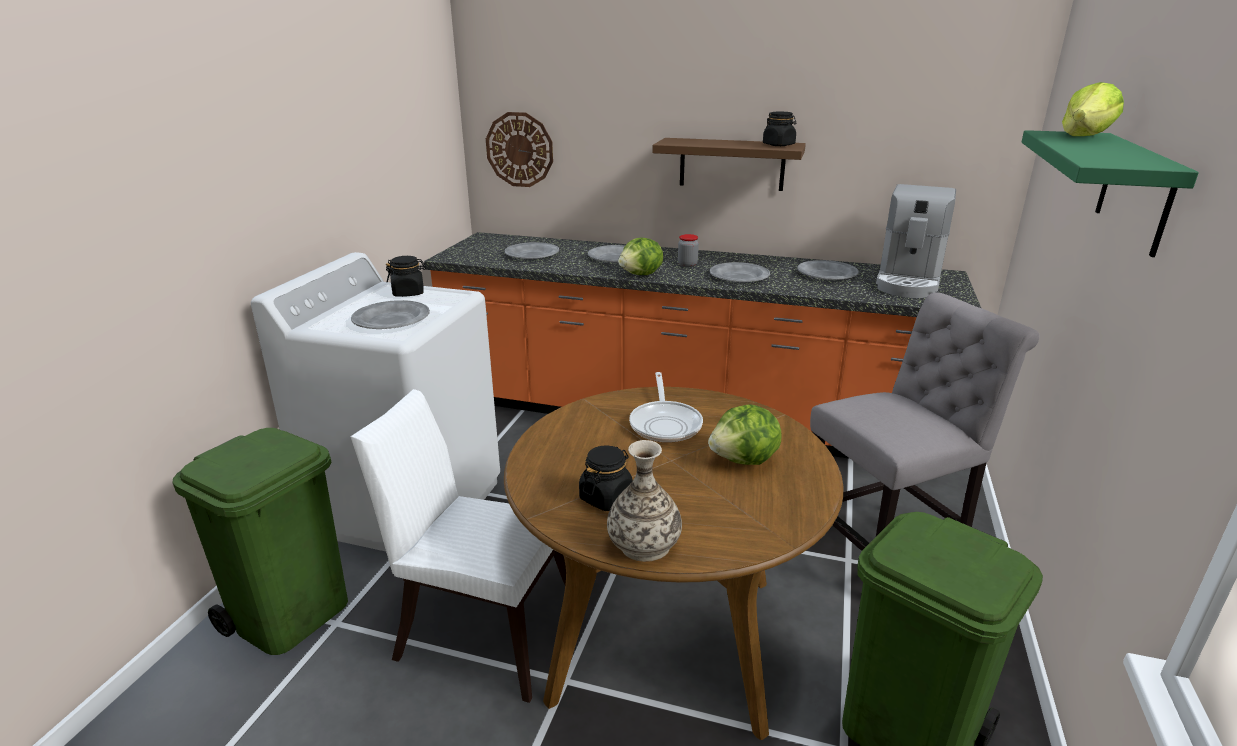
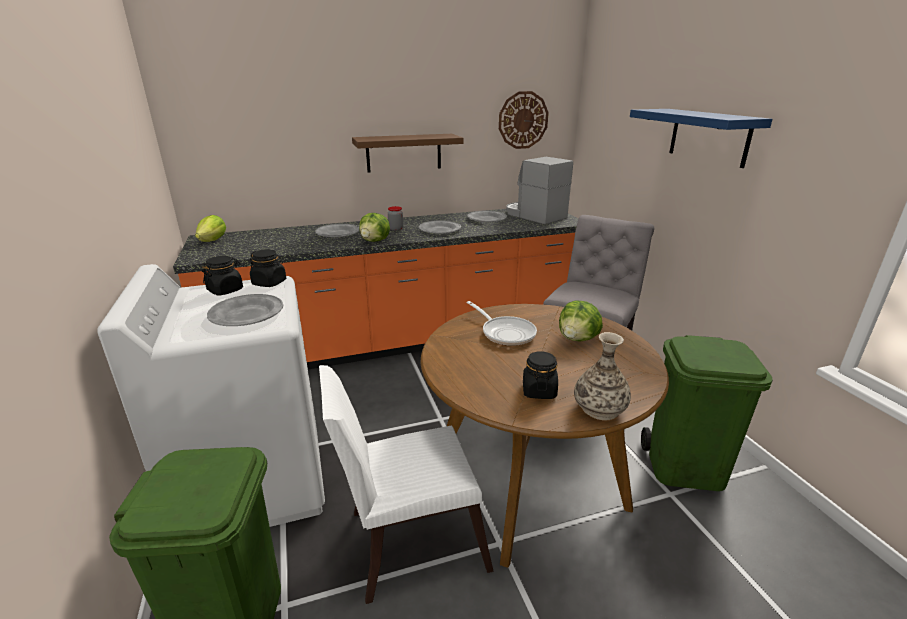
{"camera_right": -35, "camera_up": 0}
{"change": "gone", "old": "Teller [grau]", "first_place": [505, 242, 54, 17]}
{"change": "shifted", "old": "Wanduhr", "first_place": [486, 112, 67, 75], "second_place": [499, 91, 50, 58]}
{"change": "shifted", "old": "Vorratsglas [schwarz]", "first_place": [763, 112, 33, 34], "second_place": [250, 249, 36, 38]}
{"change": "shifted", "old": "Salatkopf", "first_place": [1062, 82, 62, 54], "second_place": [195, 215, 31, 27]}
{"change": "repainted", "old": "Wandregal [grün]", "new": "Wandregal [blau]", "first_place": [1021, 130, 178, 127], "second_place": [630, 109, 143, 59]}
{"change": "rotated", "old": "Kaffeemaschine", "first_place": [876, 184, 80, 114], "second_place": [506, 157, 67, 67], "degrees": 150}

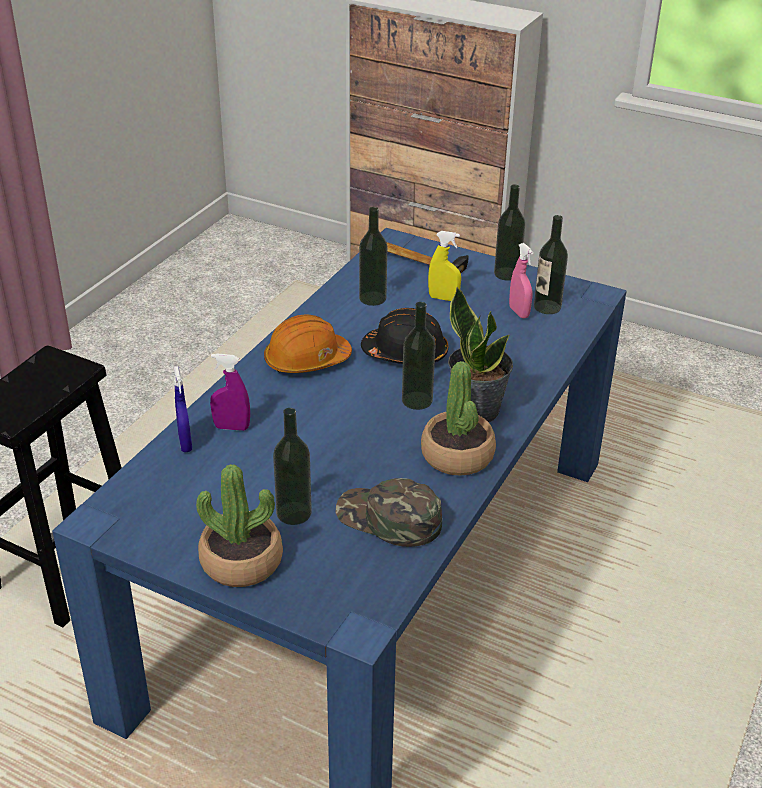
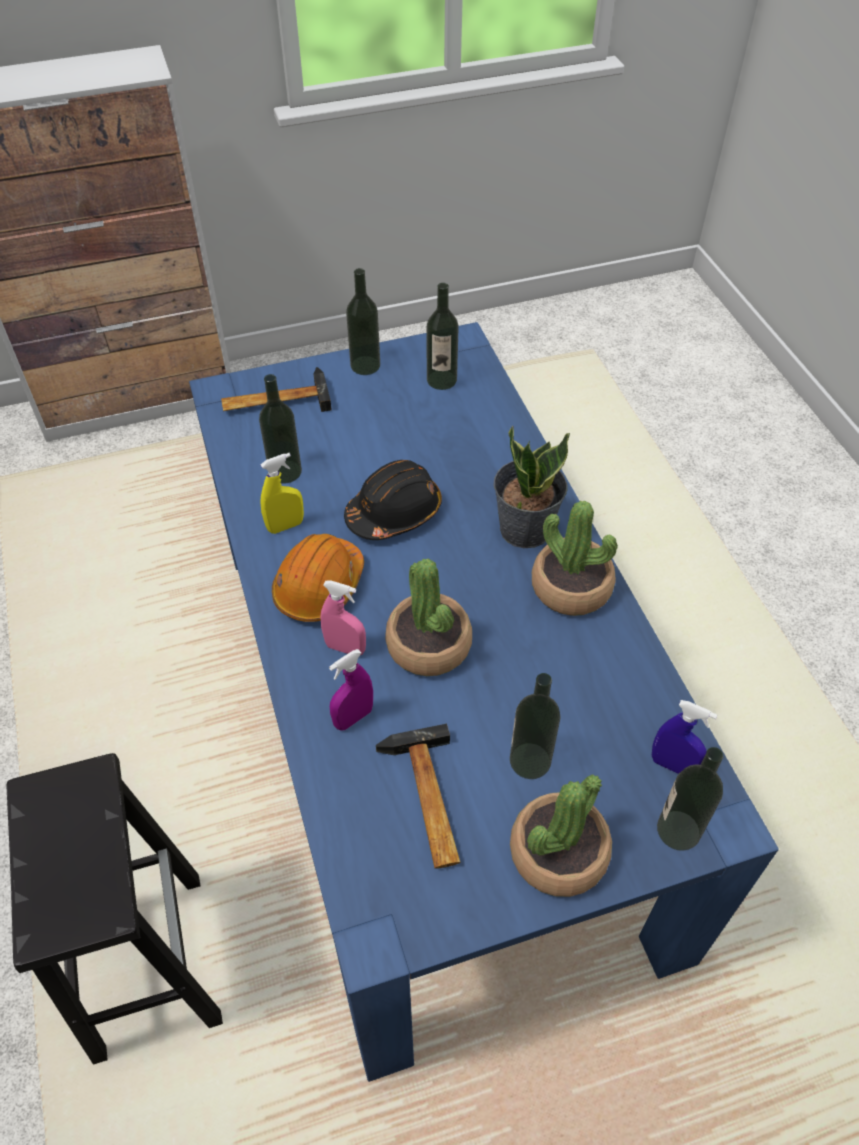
{"camera_right": -45, "camera_up": 15}
{"change": "gone", "old": "Kappe [grün]", "first_place": [335, 478, 107, 69]}
{"change": "new", "new": "Hammer", "second_place": [376, 724, 85, 145]}
{"change": "new", "new": "Topfpflanze", "second_place": [385, 559, 87, 117]}
{"change": "shifted", "old": "Sprühflasche [blau]", "first_place": [174, 366, 18, 86], "second_place": [652, 700, 65, 74]}
{"change": "shifted", "old": "Flasche", "first_place": [402, 302, 34, 108], "second_place": [657, 747, 66, 104]}
{"change": "shifted", "old": "Sprühflasche [gelb]", "first_place": [428, 231, 33, 70], "second_place": [260, 453, 44, 81]}
{"change": "shifted", "old": "Sprühflasche [rosa]", "first_place": [509, 243, 25, 76], "second_place": [321, 580, 45, 75]}

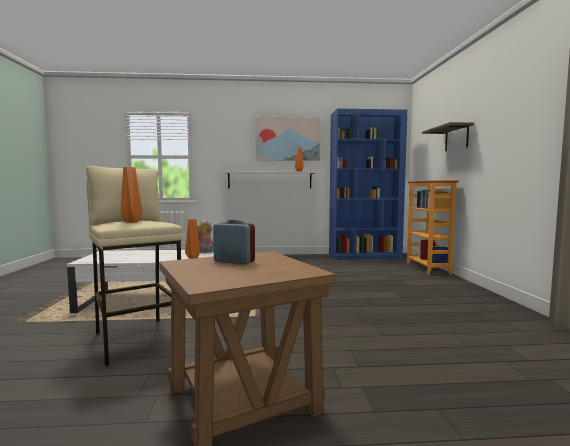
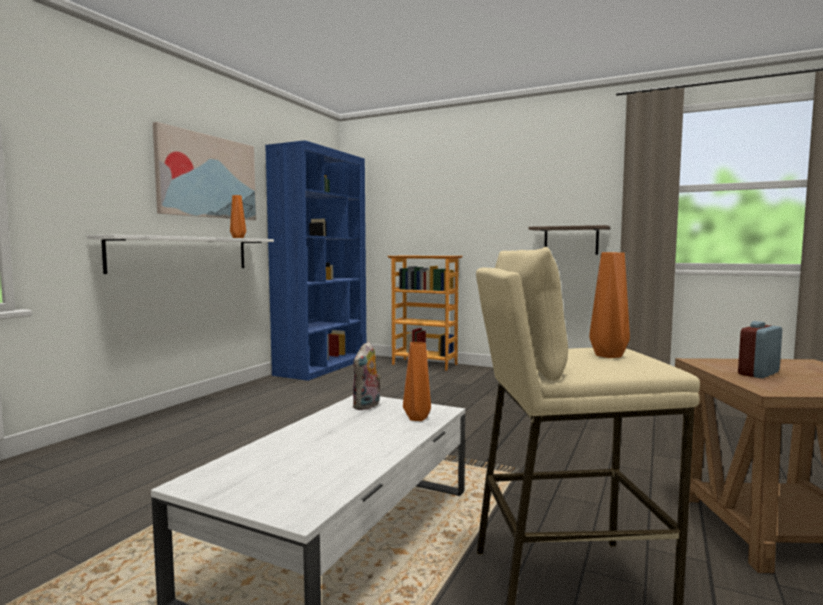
{"camera_right": -60, "camera_up": 0}
{"change": "shifted", "old": "Wandregal", "first_place": [422, 122, 52, 29], "second_place": [528, 225, 82, 30]}

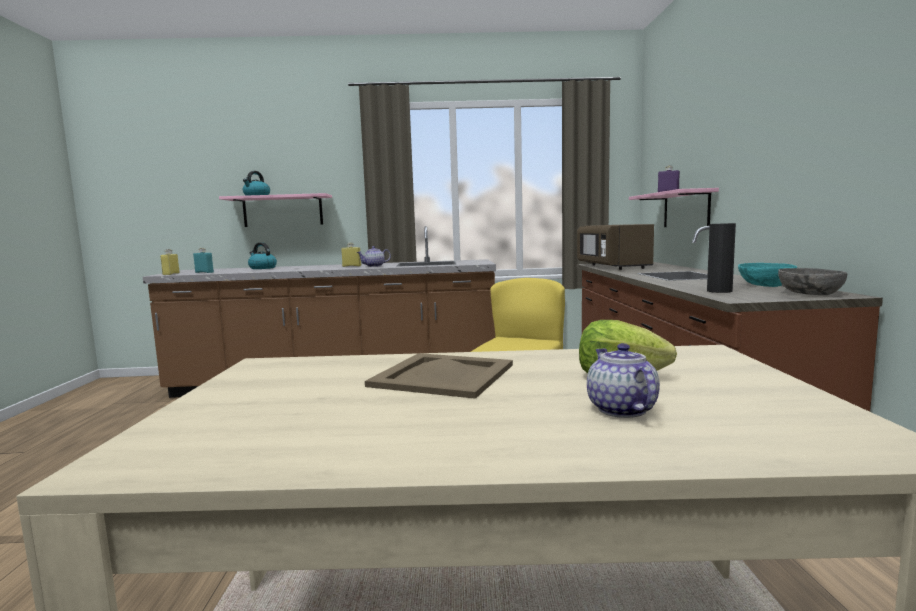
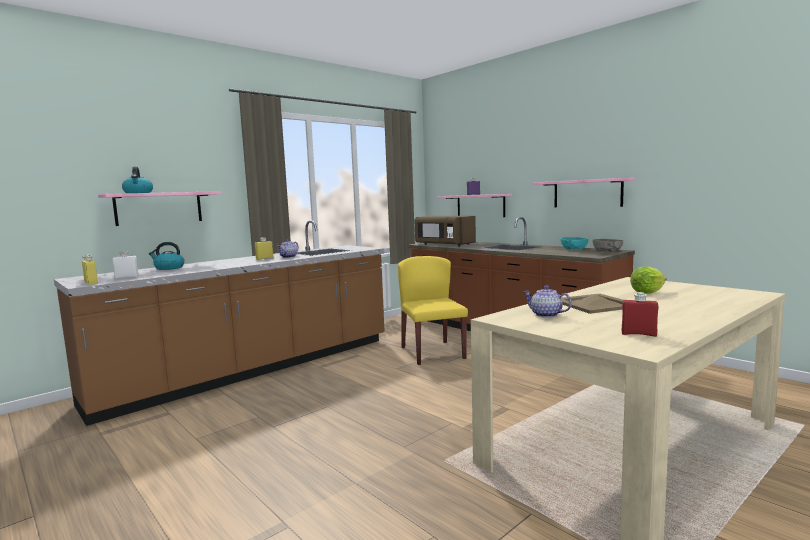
{"camera_right": -40, "camera_up": 0}
{"change": "gone", "old": "Vase [schwarz]", "first_place": [707, 223, 29, 70]}
{"change": "new", "new": "Wandregal [rosa]", "second_place": [532, 178, 103, 29]}
{"change": "new", "new": "Flasche [rot]", "second_place": [622, 292, 36, 45]}
{"change": "shifted", "old": "Teekanne", "first_place": [587, 343, 73, 75], "second_place": [523, 286, 49, 32]}
{"change": "repainted", "old": "Flasche [türkis]", "new": "Flasche [weiß]", "first_place": [193, 248, 21, 25], "second_place": [112, 251, 27, 28]}

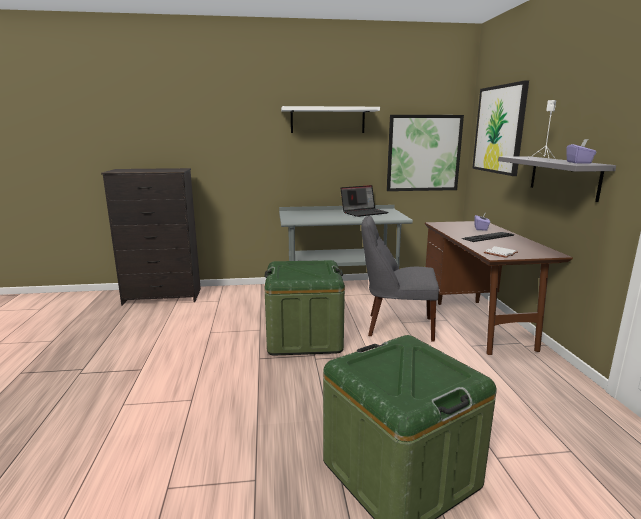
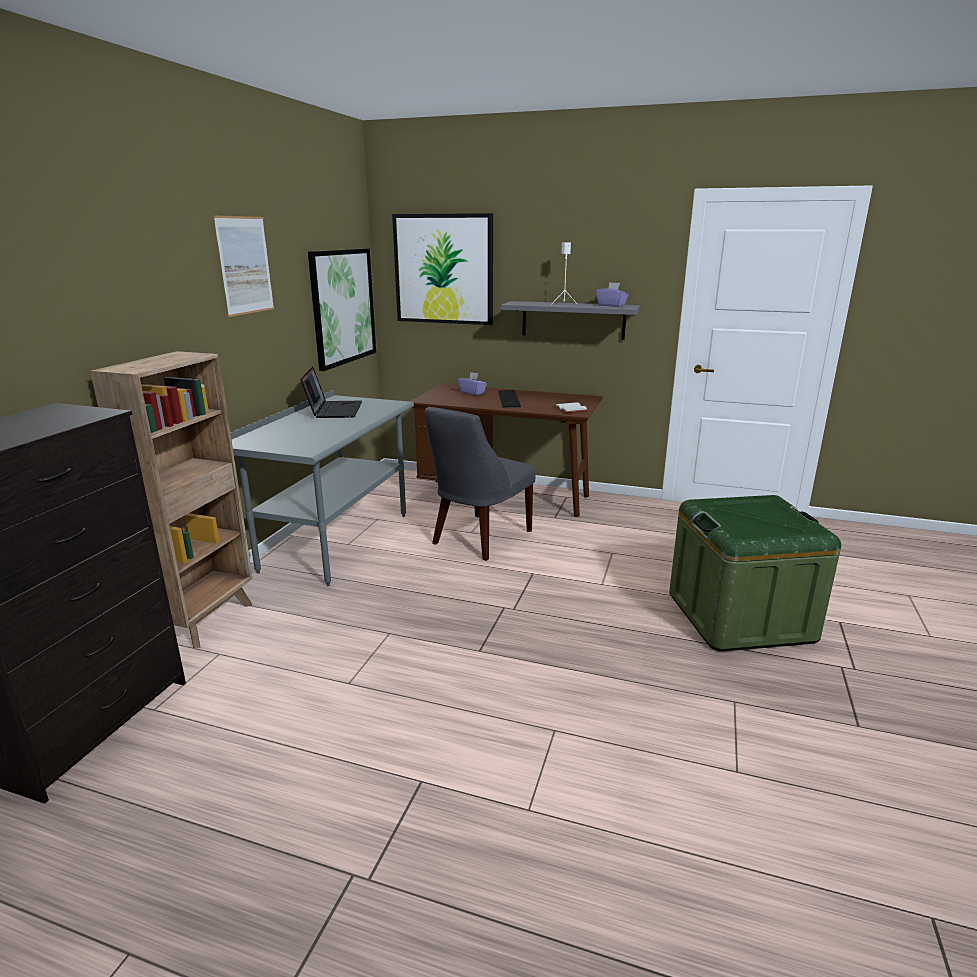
{"camera_right": -65, "camera_up": 5}
{"change": "gone", "old": "Aufbewahrungsbox [grün]", "first_place": [264, 260, 81, 95]}
{"change": "new", "new": "Bücherregal [braun]", "second_place": [90, 351, 163, 298]}
{"change": "swapped", "old": "Wandregal [weiß]", "new": "Bild", "first_place": [281, 106, 99, 27], "second_place": [213, 216, 61, 101]}

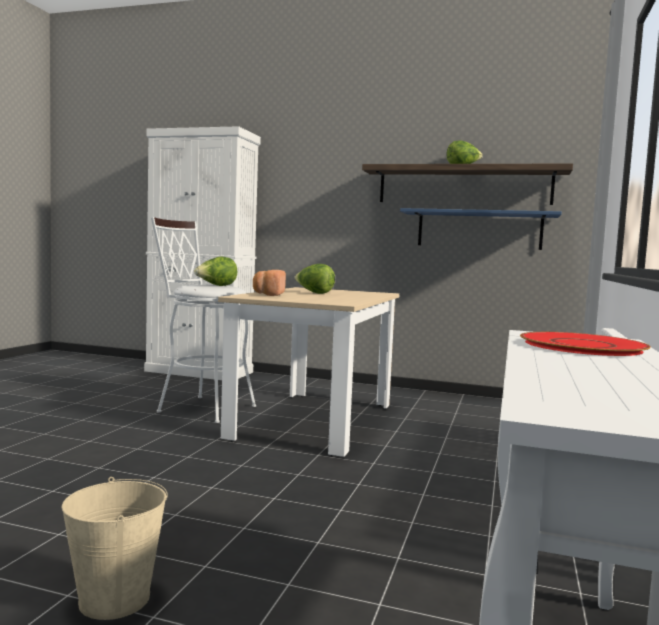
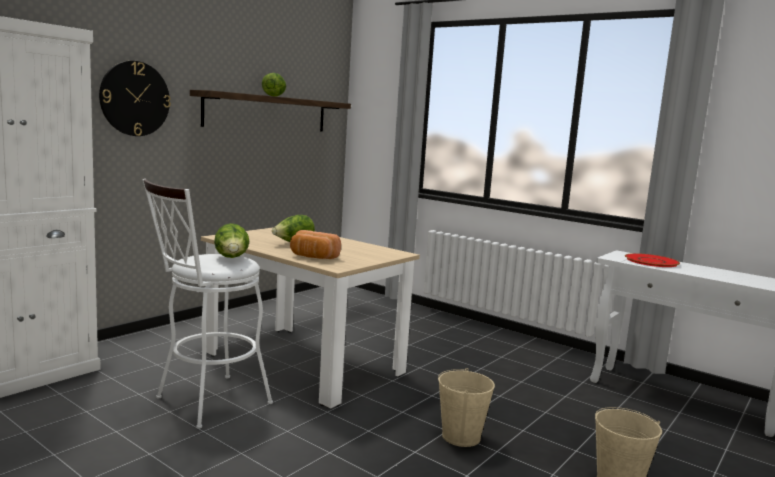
{"camera_right": -70, "camera_up": 5}
{"change": "gone", "old": "Wandregal [blau]", "first_place": [400, 208, 162, 42]}
{"change": "new", "new": "Wanduhr", "second_place": [99, 61, 72, 75]}
{"change": "new", "new": "Eimer [beige]", "second_place": [438, 368, 57, 79]}

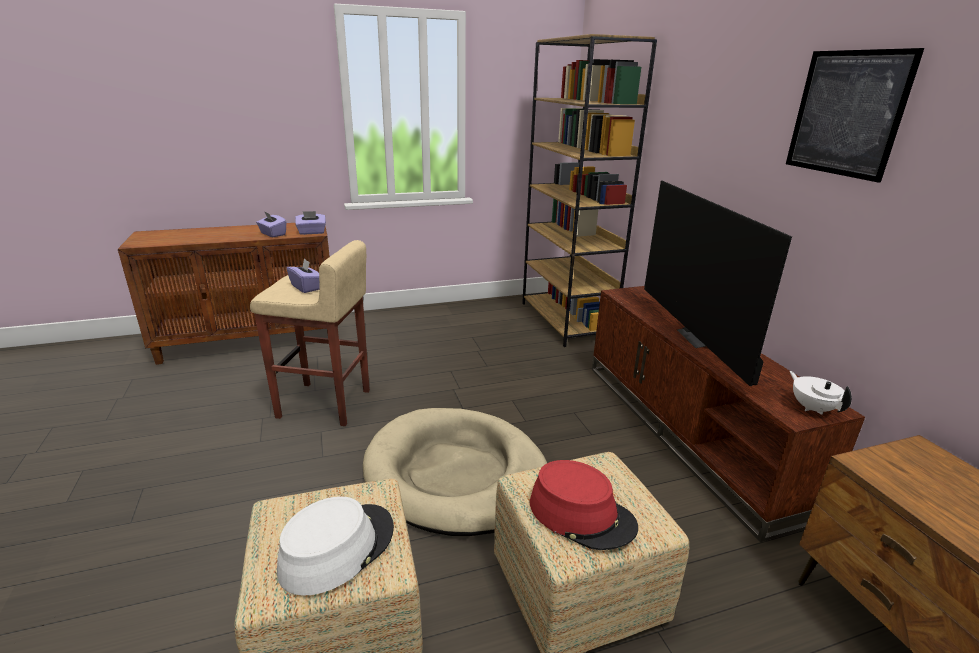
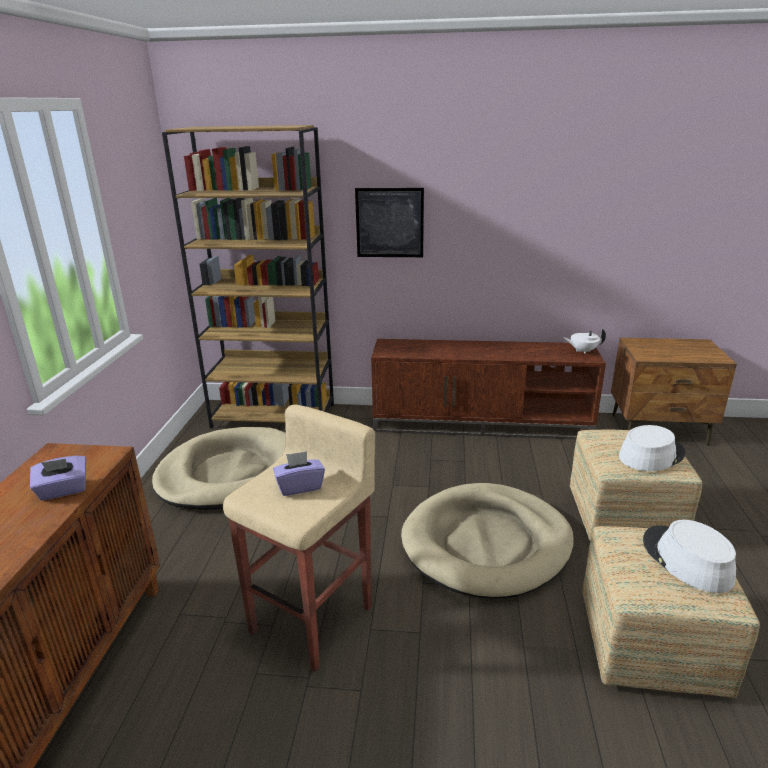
{"camera_right": -65, "camera_up": 0}
{"change": "gone", "old": "Taschentuchbox [lila]", "first_place": [295, 211, 31, 24]}
{"change": "gone", "old": "Fernseher", "first_place": [644, 181, 148, 205]}
{"change": "new", "new": "Hundebett [beige]", "second_place": [152, 427, 133, 83]}
{"change": "shifted", "old": "Bild", "first_place": [786, 48, 138, 135], "second_place": [355, 188, 69, 69]}
{"change": "repainted", "old": "Hut [rot]", "new": "Hut [weiß]", "first_place": [530, 460, 108, 90], "second_place": [619, 425, 66, 46]}

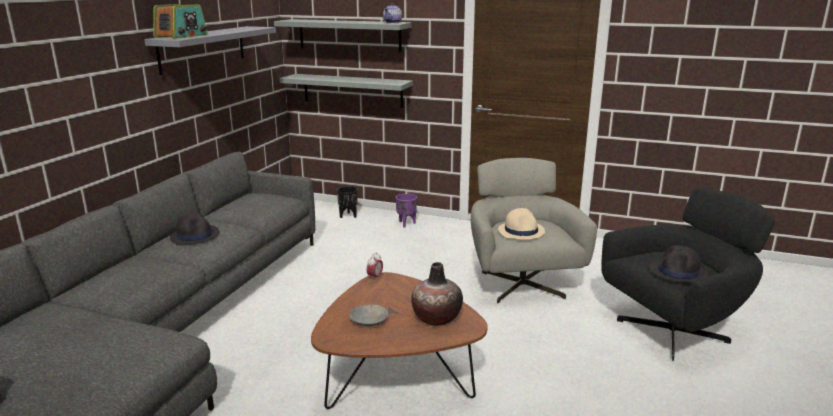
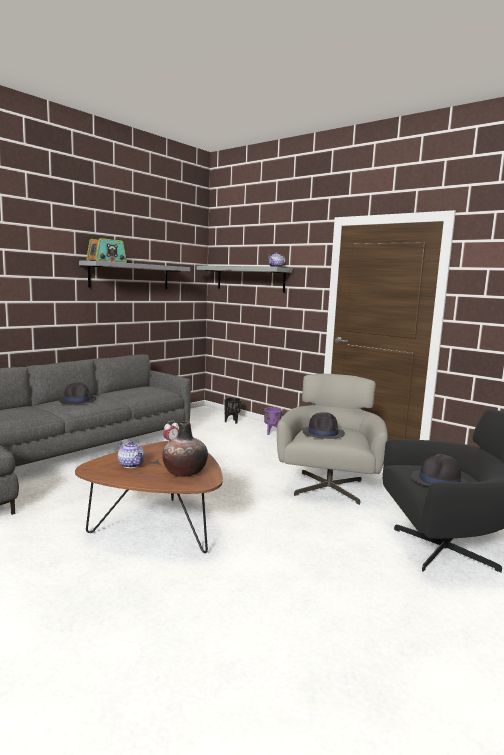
{"camera_right": 20, "camera_up": -10}
{"change": "gone", "old": "Wandregal [grau]", "first_place": [279, 74, 134, 34]}
{"change": "swapped", "old": "Schüssel [grau]", "new": "Teekanne", "first_place": [349, 304, 39, 22], "second_place": [118, 441, 27, 27]}
{"change": "repainted", "old": "Hut [beige]", "new": "Hut [schwarz]", "first_place": [498, 208, 47, 32], "second_place": [302, 412, 43, 27]}

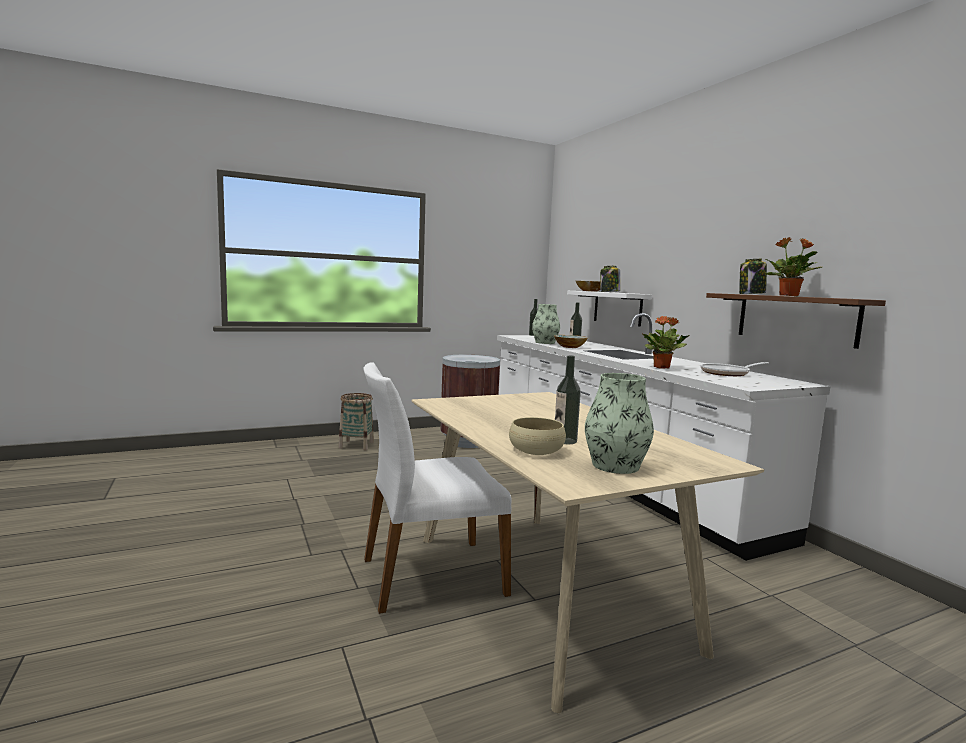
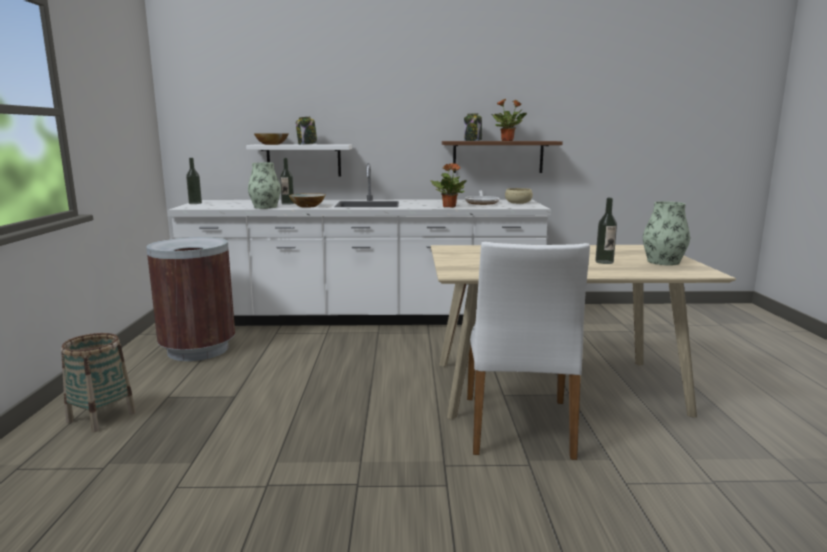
{"camera_right": -65, "camera_up": 5}
{"change": "shifted", "old": "Schüssel [beige]", "first_place": [509, 417, 57, 38], "second_place": [505, 188, 28, 16]}

